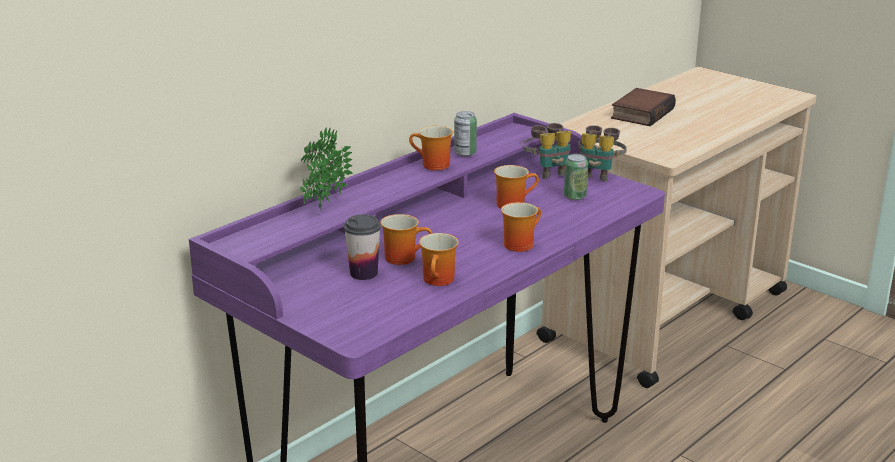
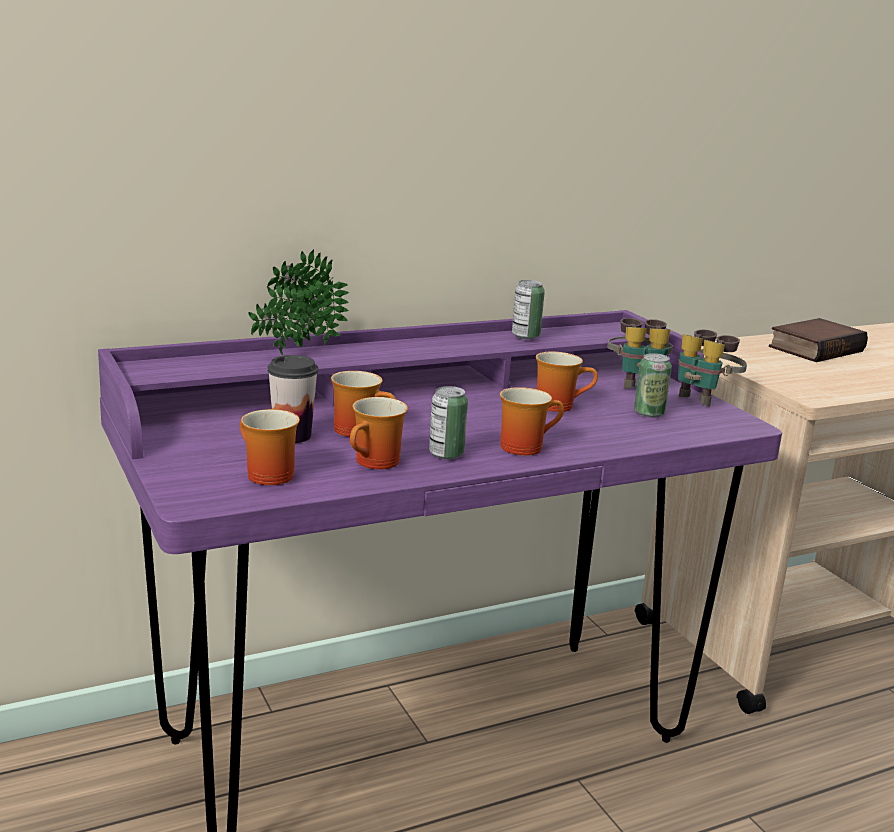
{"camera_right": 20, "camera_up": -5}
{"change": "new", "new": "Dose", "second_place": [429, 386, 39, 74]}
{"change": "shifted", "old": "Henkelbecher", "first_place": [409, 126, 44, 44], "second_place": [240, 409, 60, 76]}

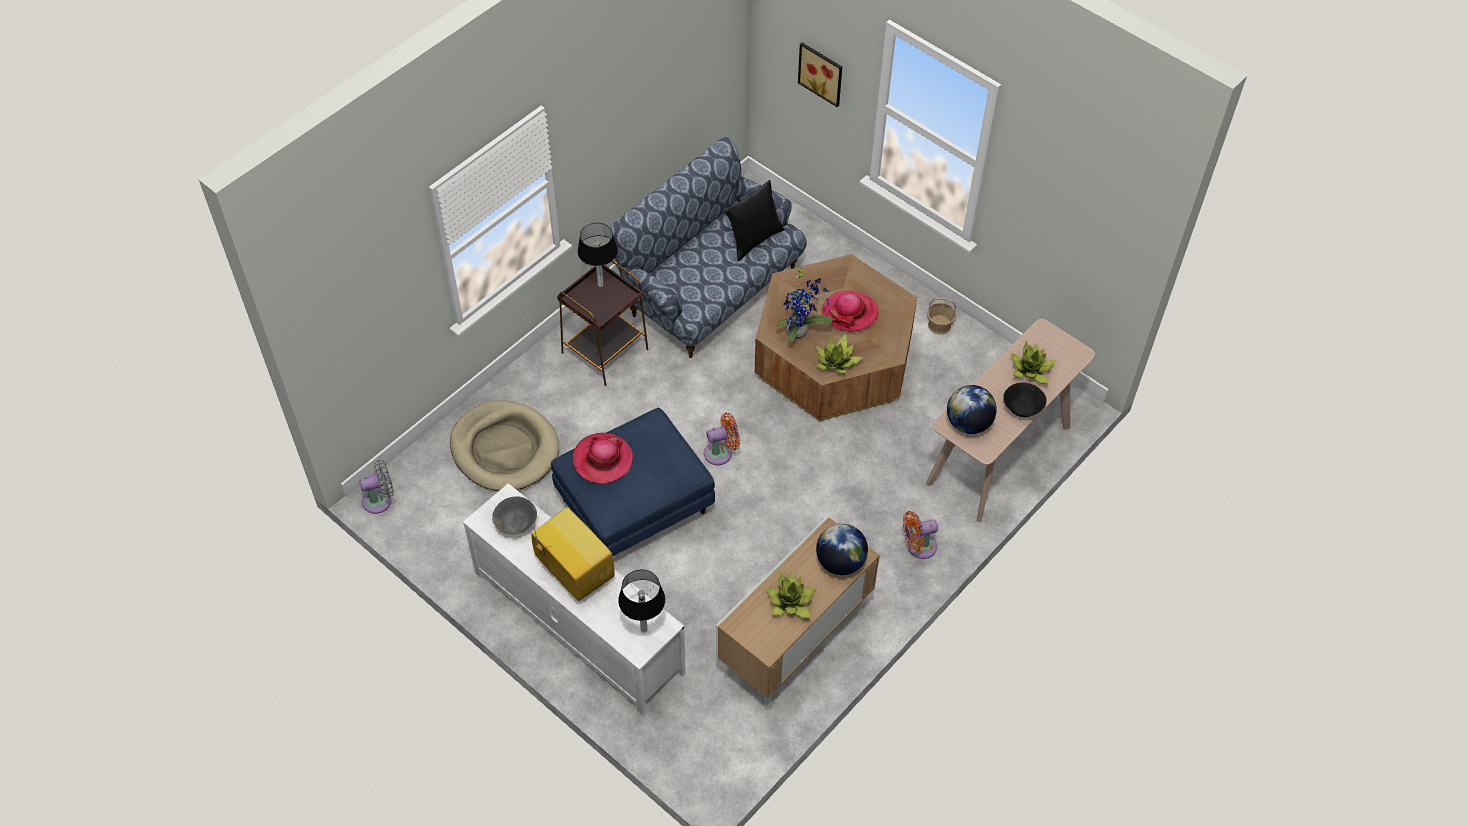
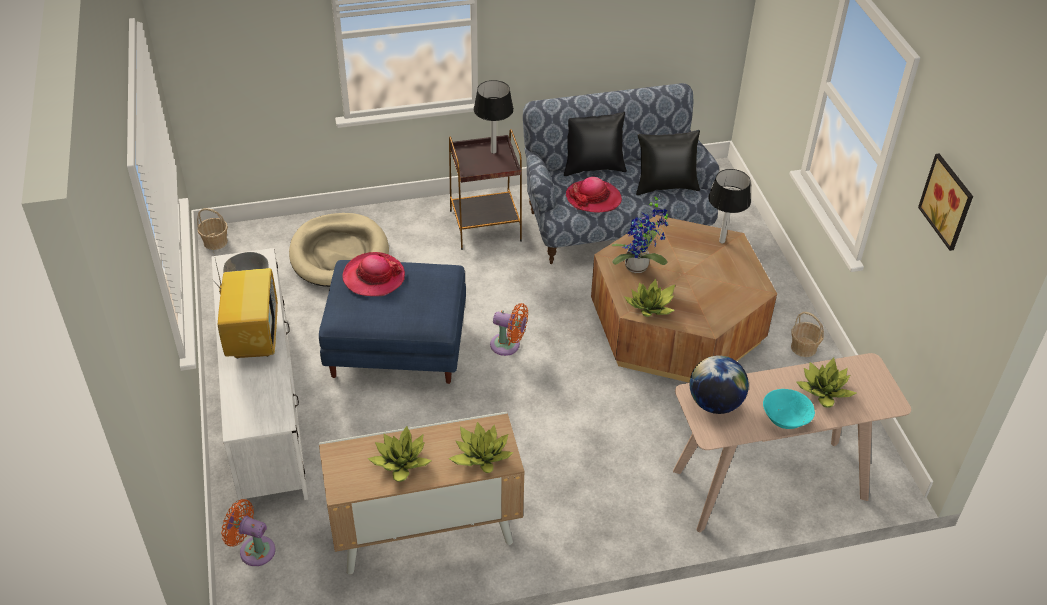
{"camera_right": 35, "camera_up": -10}
{"change": "new", "new": "Kissen [schwarz]", "second_place": [564, 112, 63, 64]}
{"change": "shifted", "old": "Tischlampe", "first_place": [618, 570, 47, 62], "second_place": [708, 169, 43, 74]}
{"change": "shifted", "old": "Bild", "first_place": [798, 43, 44, 64], "second_place": [918, 154, 55, 97]}
{"change": "shifted", "old": "Hut", "first_place": [822, 290, 57, 42], "second_place": [566, 177, 56, 36]}
{"change": "shifted", "old": "Ventilator [orange]", "first_place": [903, 511, 35, 48], "second_place": [221, 499, 54, 67]}
{"change": "swapped", "old": "Ventilator [grau]", "new": "Korb", "first_place": [359, 460, 35, 54], "second_place": [197, 208, 31, 42]}
{"change": "swapped", "old": "Globus", "new": "Topfpflanze", "first_place": [816, 523, 52, 52], "second_place": [448, 422, 66, 51]}
{"change": "repainted", "old": "Schüssel [schwarz]", "new": "Schüssel [türkis]", "first_place": [1003, 383, 44, 34], "second_place": [763, 389, 52, 40]}

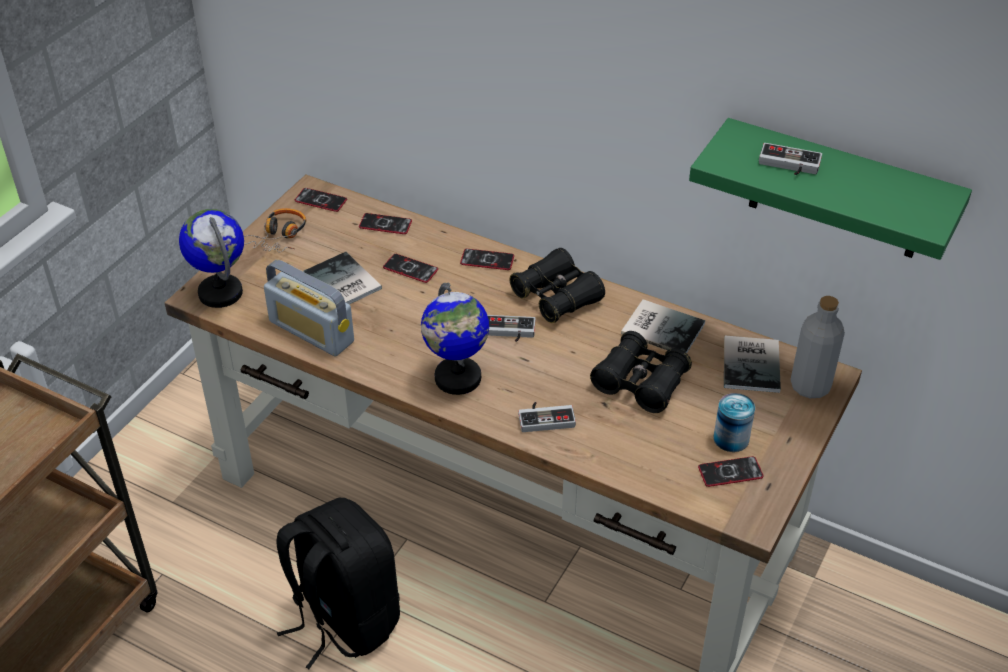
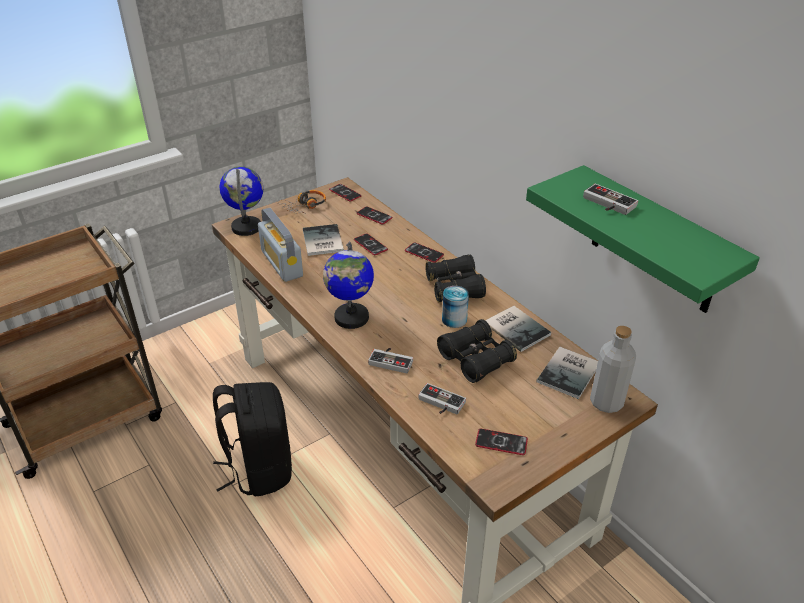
{"camera_right": 25, "camera_up": -5}
{"change": "shifted", "old": "Gamepad", "first_place": [487, 315, 48, 27], "second_place": [418, 383, 48, 31]}
{"change": "shifted", "old": "Dose", "first_place": [713, 393, 42, 59], "second_place": [442, 286, 27, 42]}

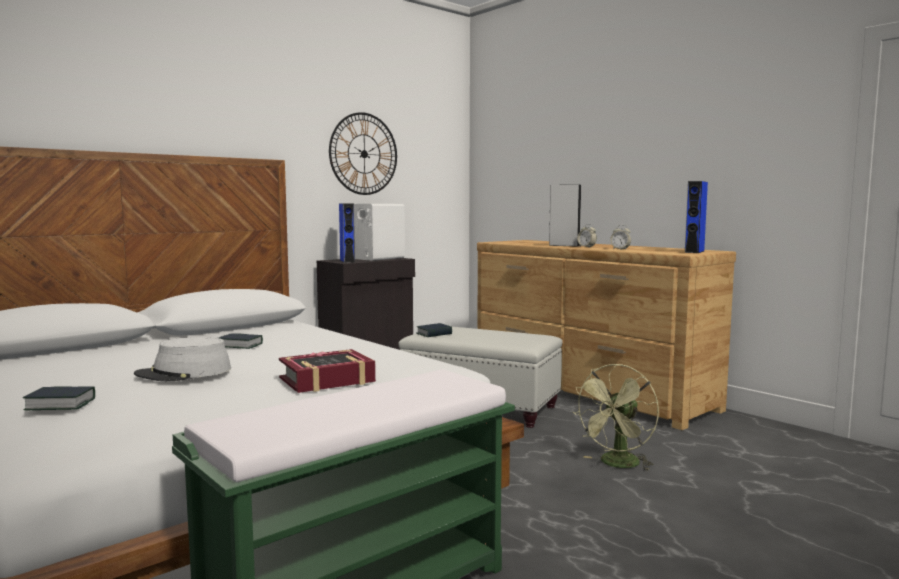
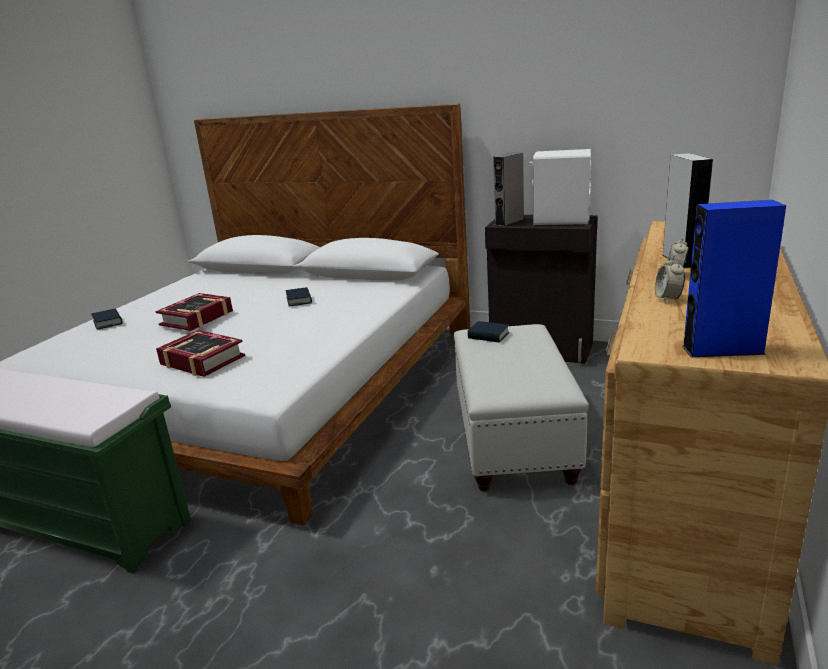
{"camera_right": 65, "camera_up": 15}
{"change": "gone", "old": "Wanduhr", "first_place": [329, 112, 68, 83]}
{"change": "gone", "old": "Ventilator [grün]", "first_place": [572, 364, 87, 107]}
{"change": "swapped", "old": "Hut [grau]", "new": "Buch", "first_place": [134, 337, 97, 45], "second_place": [155, 293, 78, 38]}
{"change": "repainted", "old": "Lautsprecher [blau]", "new": "Lautsprecher [grau]", "first_place": [339, 203, 16, 60], "second_place": [493, 152, 31, 74]}

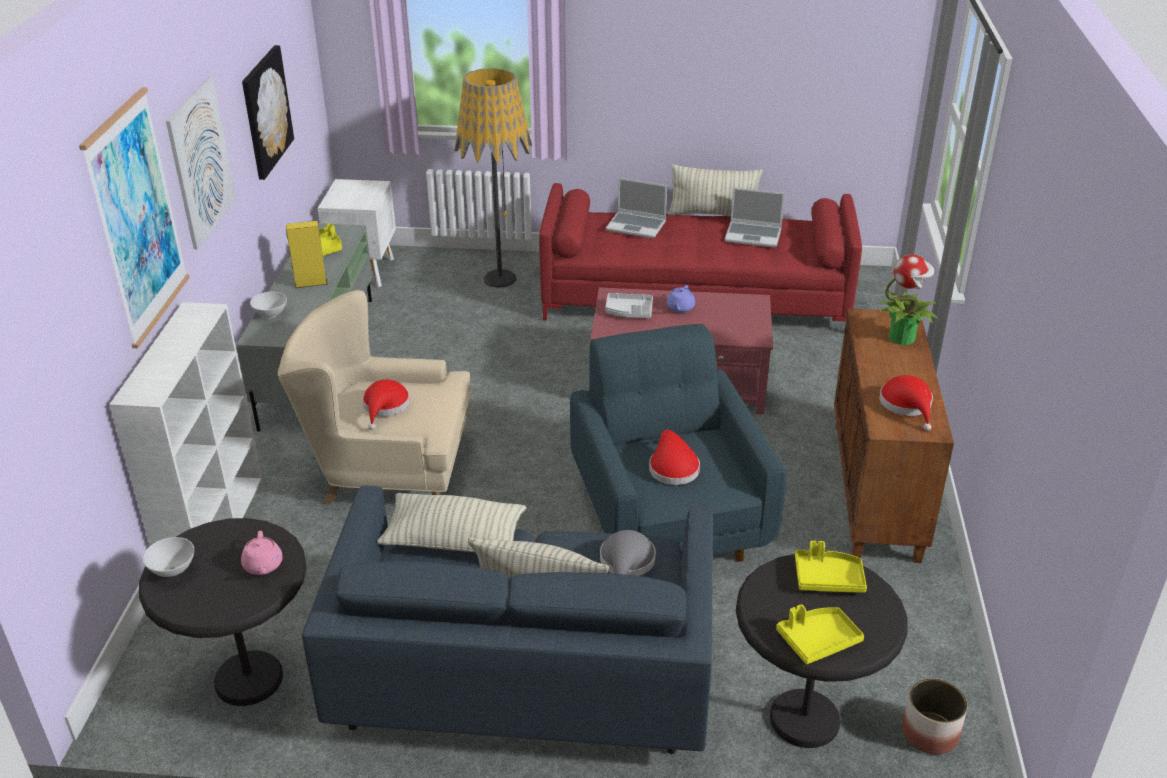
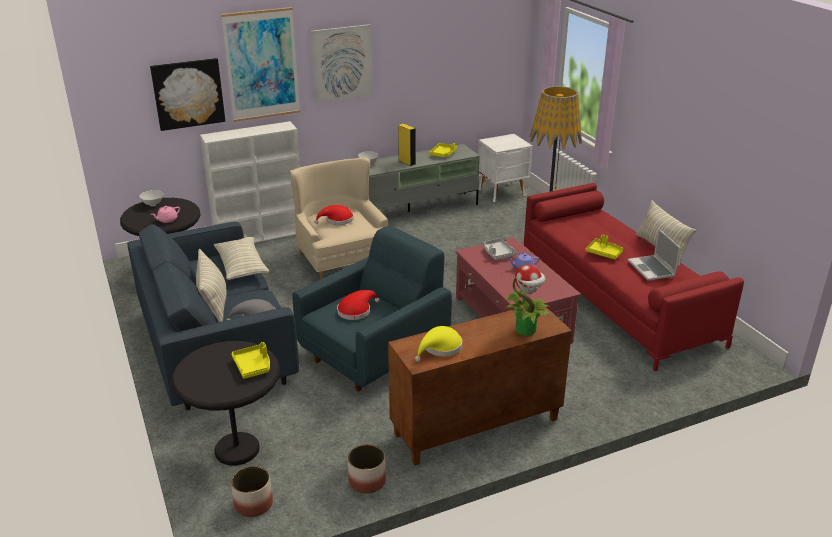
{"camera_right": 60, "camera_up": -5}
{"change": "gone", "old": "Laptop", "first_place": [606, 178, 61, 61]}
{"change": "new", "new": "Pflanzkübel", "second_place": [348, 444, 38, 50]}
{"change": "shifted", "old": "Bild", "first_place": [242, 45, 52, 135], "second_place": [150, 58, 75, 73]}
{"change": "shifted", "old": "Tablett [gelb]", "first_place": [776, 604, 88, 60], "second_place": [586, 235, 37, 24]}
{"change": "repainted", "old": "Hut [rot]", "new": "Hut [gelb]", "first_place": [879, 375, 54, 56], "second_place": [415, 326, 47, 36]}

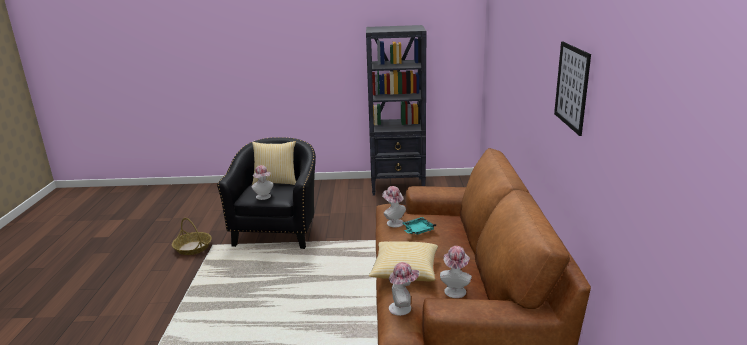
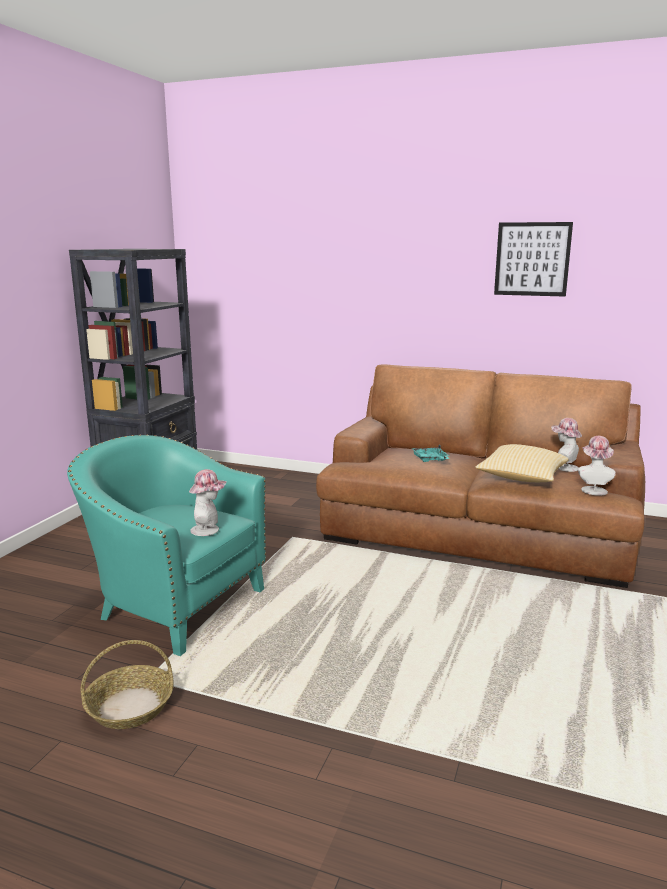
{"camera_right": -70, "camera_up": -5}
{"change": "gone", "old": "Kissen", "first_place": [252, 141, 44, 44]}
{"change": "gone", "old": "Hut", "first_place": [382, 186, 24, 41]}
{"change": "repainted", "old": "Sessel [schwarz]", "new": "Sessel [türkis]", "first_place": [217, 137, 99, 112], "second_place": [67, 435, 199, 221]}

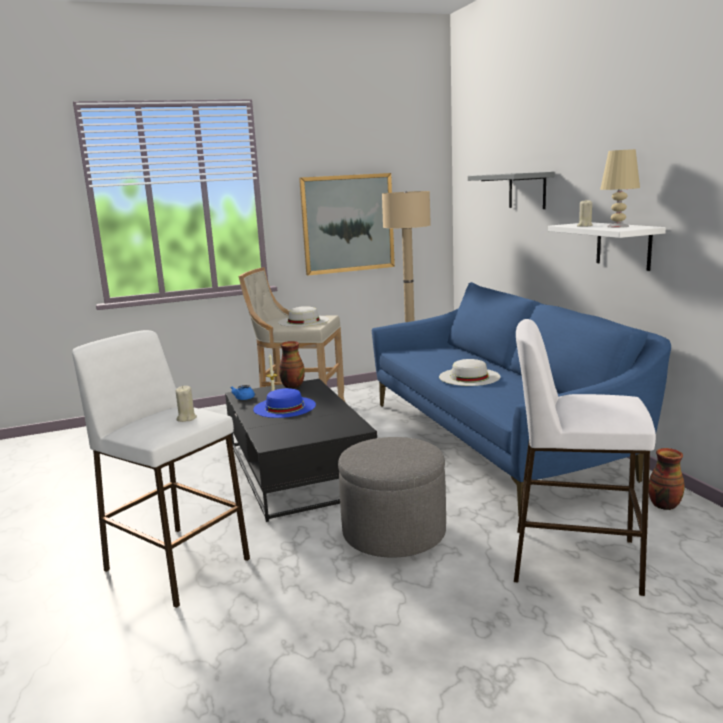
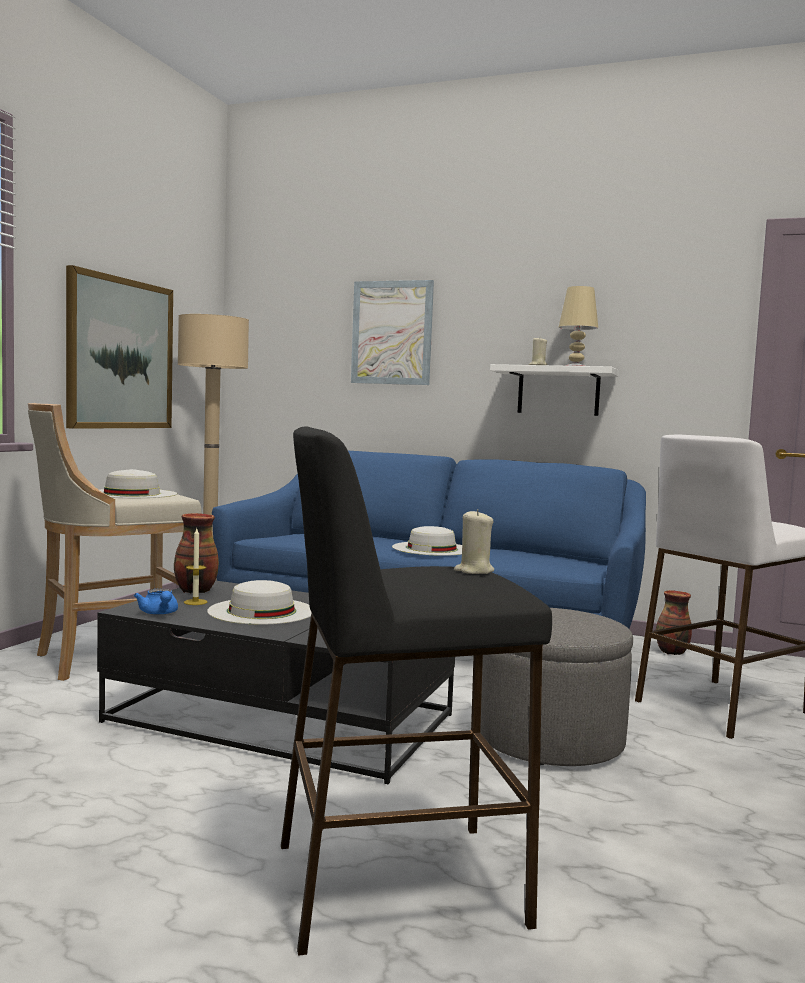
{"camera_right": -50, "camera_up": -10}
{"change": "swapped", "old": "Wandregal [grau]", "new": "Bild", "first_place": [468, 172, 87, 37], "second_place": [351, 280, 83, 105]}
{"change": "repainted", "old": "Hocker [weiß]", "new": "Hocker [schwarz]", "first_place": [72, 330, 178, 278], "second_place": [281, 426, 271, 529]}
{"change": "repainted", "old": "Hut [blau]", "new": "Hut [weiß]", "first_place": [253, 388, 63, 30], "second_place": [207, 580, 105, 45]}

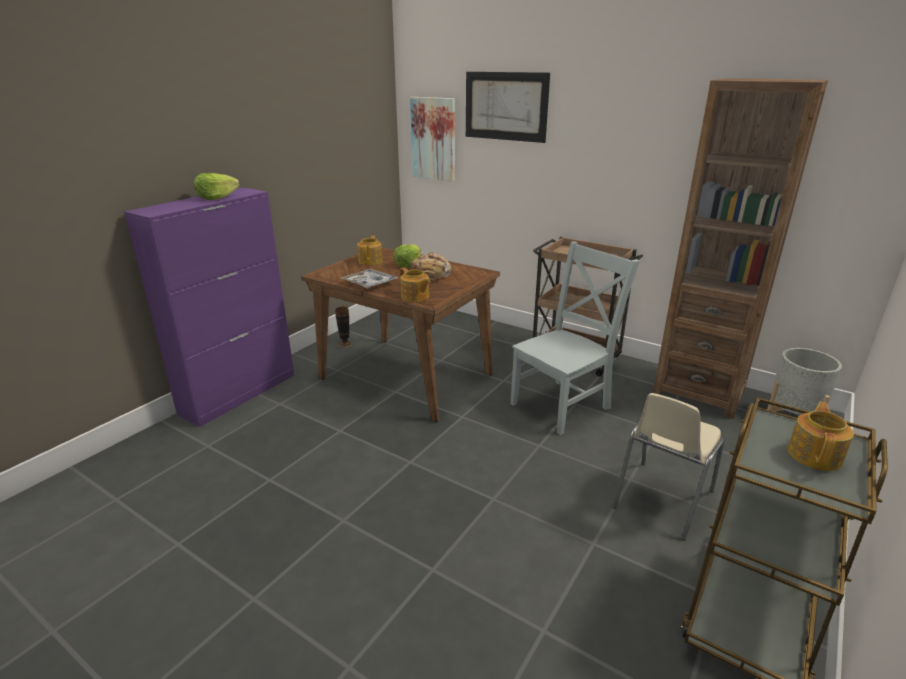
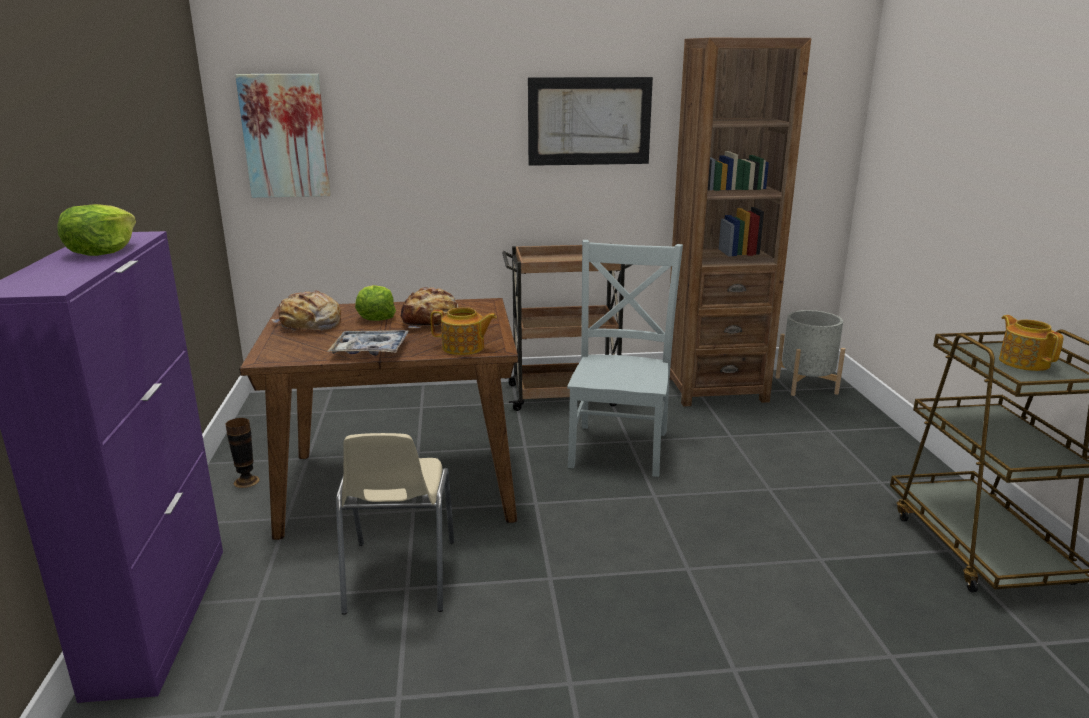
{"camera_right": -40, "camera_up": -5}
{"change": "shifted", "old": "Bild", "first_place": [466, 72, 84, 71], "second_place": [528, 77, 125, 89]}
{"change": "shifted", "old": "Stuhl [beige]", "first_place": [613, 393, 112, 147], "second_place": [336, 433, 118, 182]}
{"change": "swapped", "old": "Teekanne", "new": "Brot", "first_place": [357, 236, 26, 29], "second_place": [271, 290, 70, 42]}

